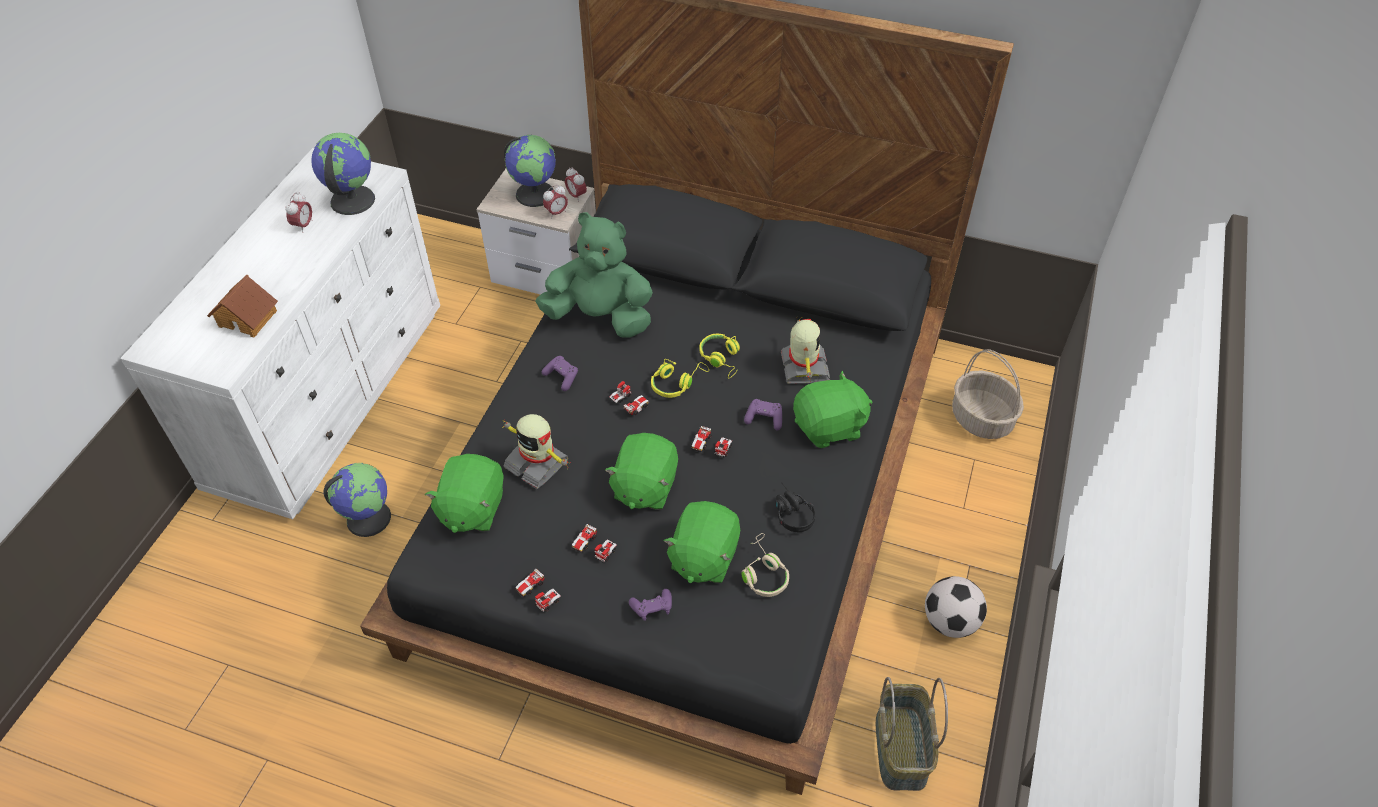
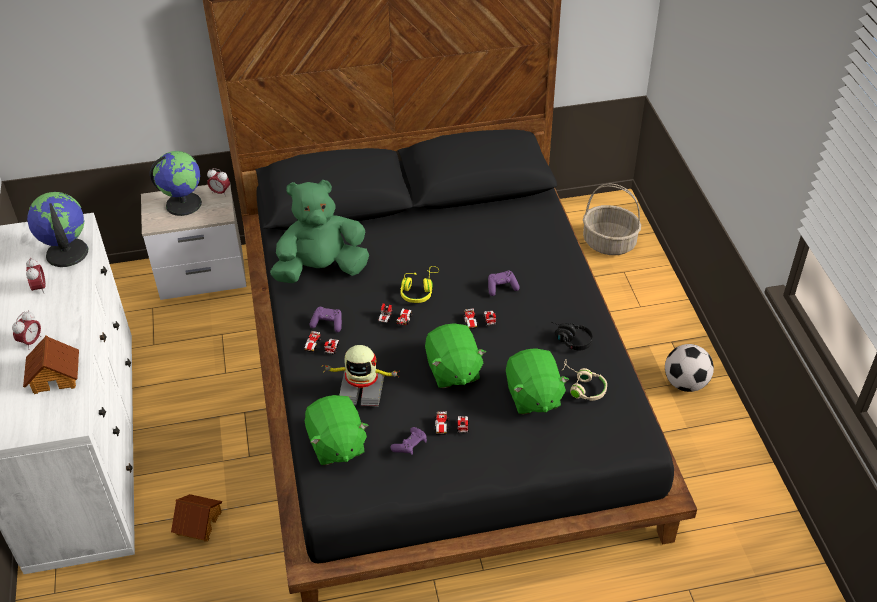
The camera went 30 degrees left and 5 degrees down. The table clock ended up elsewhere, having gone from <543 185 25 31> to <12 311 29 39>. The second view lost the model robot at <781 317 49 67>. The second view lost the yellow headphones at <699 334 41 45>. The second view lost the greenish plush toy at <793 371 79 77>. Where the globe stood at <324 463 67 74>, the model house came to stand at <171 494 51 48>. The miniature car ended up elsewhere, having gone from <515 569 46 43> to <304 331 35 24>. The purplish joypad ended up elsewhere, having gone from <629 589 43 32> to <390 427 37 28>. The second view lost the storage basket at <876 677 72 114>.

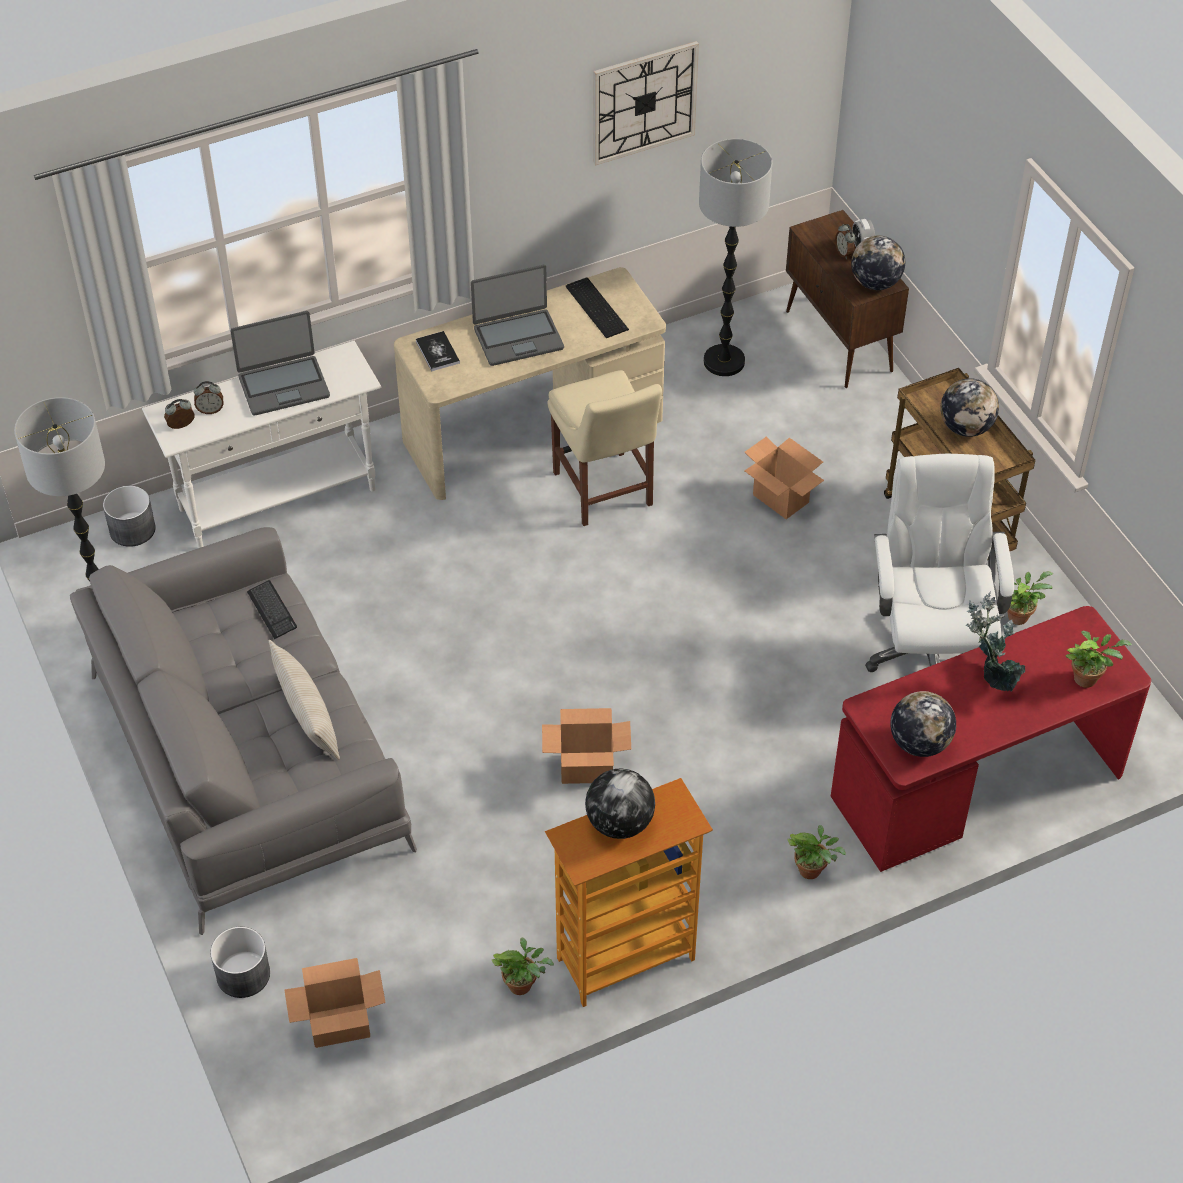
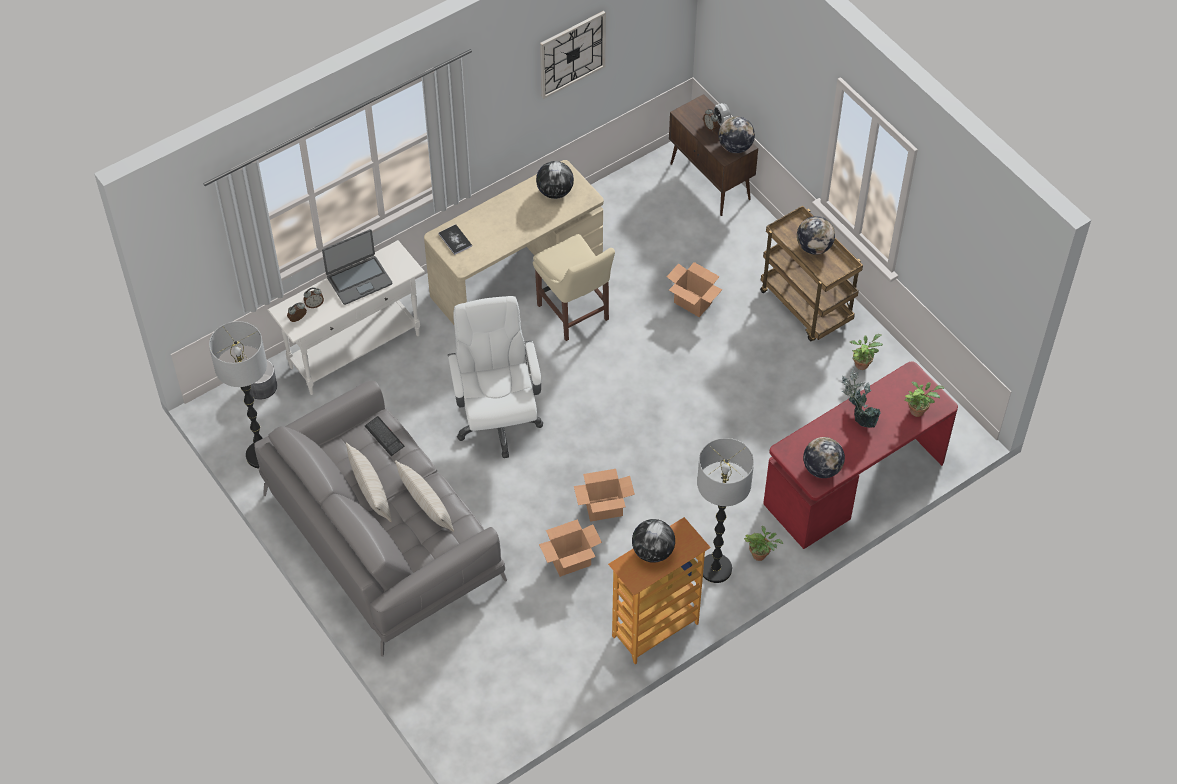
The camera went 10 degrees left and 5 degrees up. The standing lamp ended up elsewhere, having gone from <699 139 73 237> to <697 438 57 145>. The second view lost the portable computer at <471 265 93 101>. Where the keyboard stood at <565 278 64 60>, the globe came to stand at <536 161 38 38>. The white-coloured office chair ended up elsewhere, having gone from <865 454 149 218> to <448 296 95 162>. The second view lost the gray planter at <210 927 60 71>. The second view lost the houseplant at <492 937 62 58>. The carton ended up elsewhere, having gone from <284 958 102 90> to <539 519 63 58>. The second view gained the sand-coloured pillow at <346 443 46 79>.

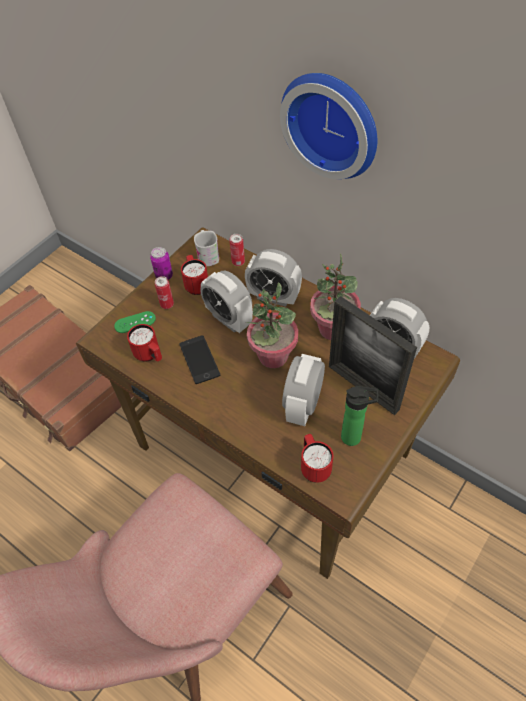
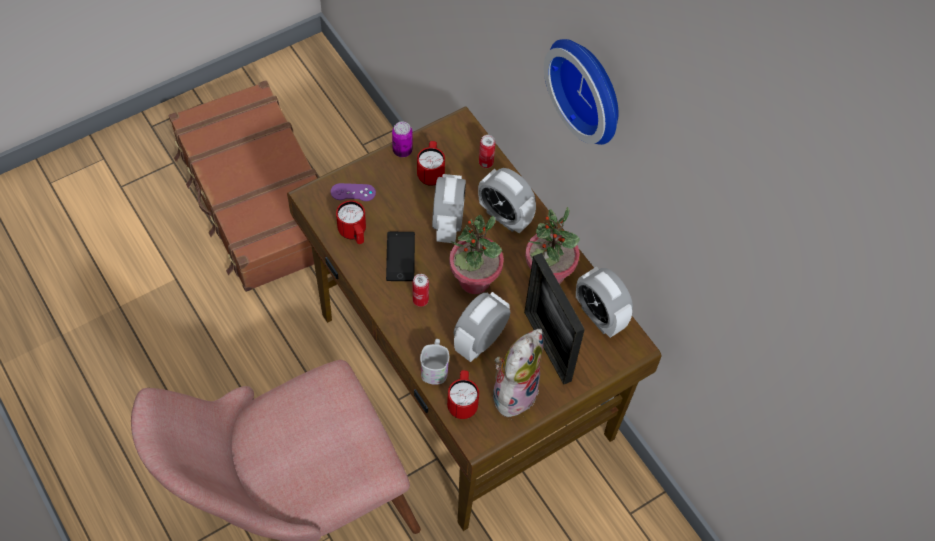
The camera went 15 degrees right and 5 degrees up. The white-coloured tea mug ended up elsewhere, having gone from <194 230 25 36> to <420 339 29 46>. The table clock at <200 271 53 62> ended up facing another way, 150 degrees counterclockwise from before. The can ended up elsewhere, having gone from <155 276 19 33> to <413 274 16 33>. What was the greenish joypad at <114 311 42 22> turned into the purplish joypad at <331 183 45 18>. Where the bottle stood at <341 386 37 60>, the plush toy came to stand at <493 329 50 88>.

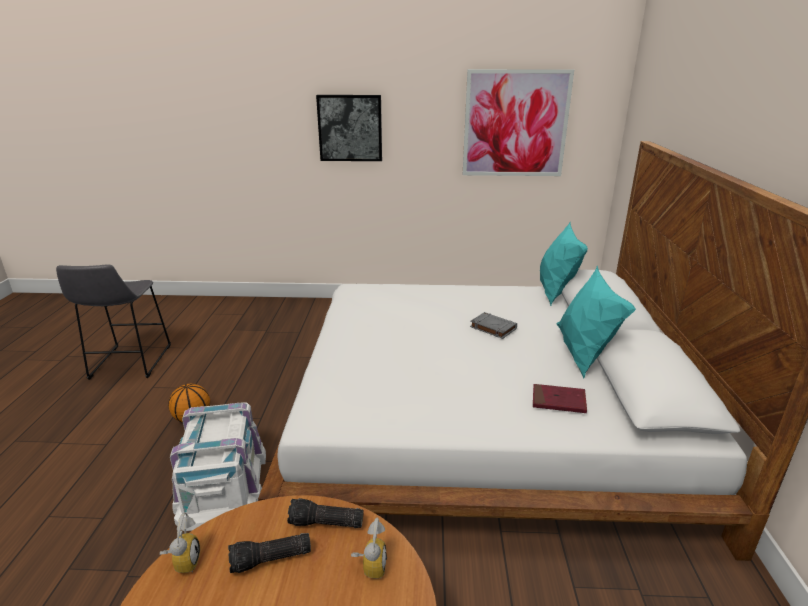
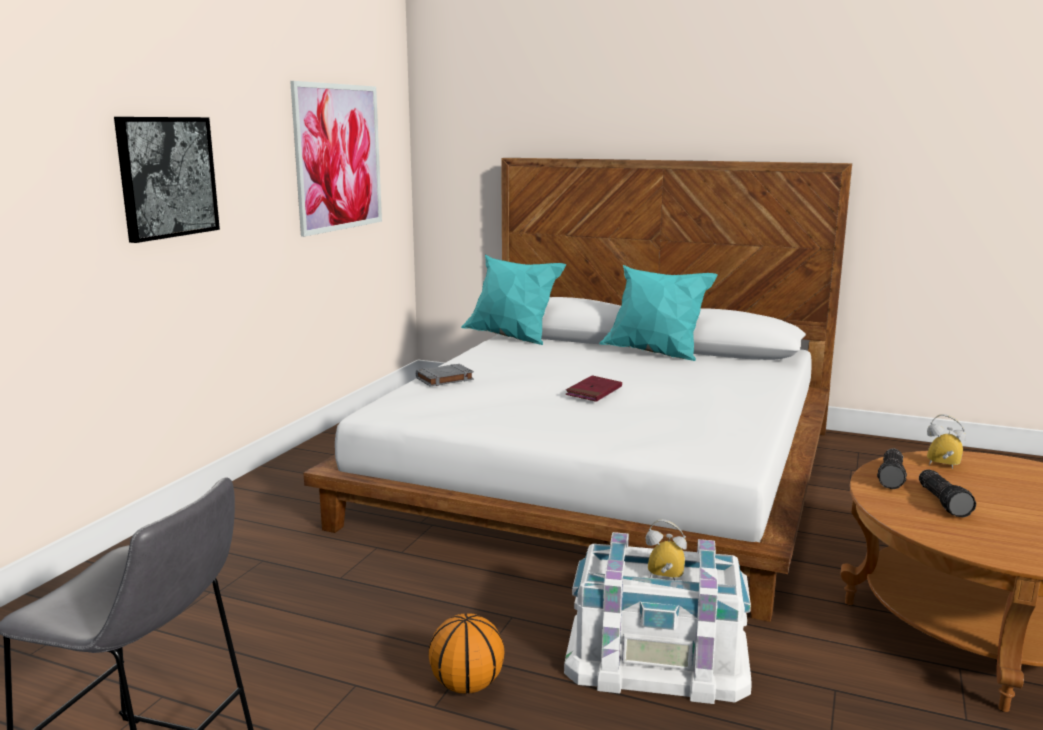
The camera went 70 degrees left and 10 degrees down. The gray volume ended up elsewhere, having gone from <470 312 47 27> to <416 364 58 23>. The red volume ended up elsewhere, having gone from <533 384 54 29> to <565 375 57 27>. The table clock ended up elsewhere, having gone from <160 513 40 60> to <646 519 41 61>.

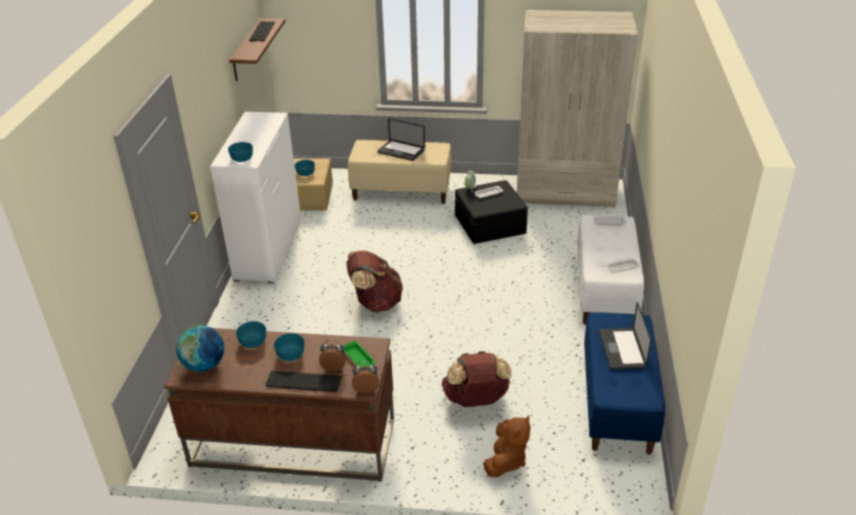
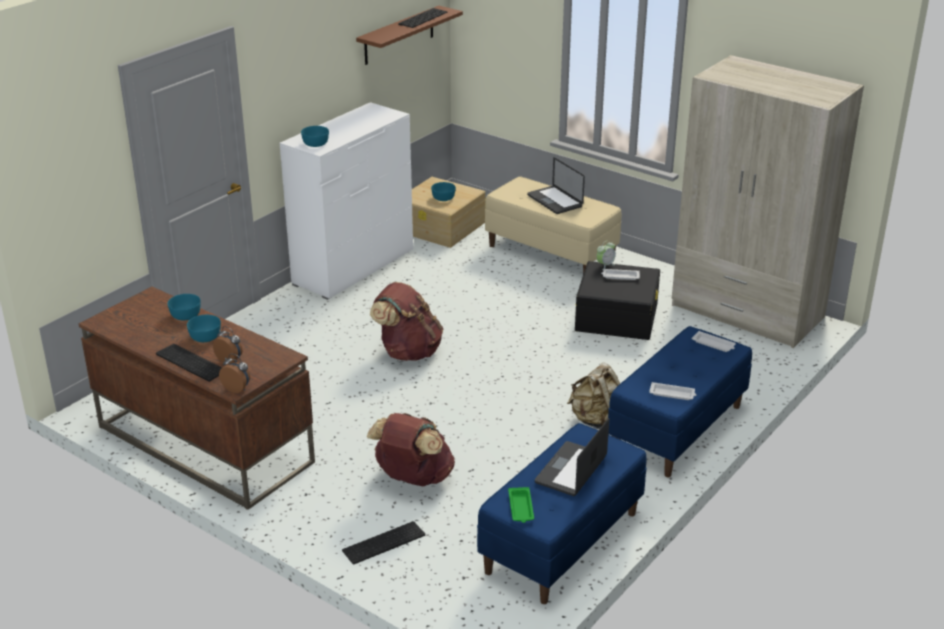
The camera went 30 degrees right and 5 degrees down. What was the white-coloured long seat at <577 215 67 110> turned into the bluish long seat at <608 326 144 151>. The second view lost the globe at <176 325 48 47>. The greenish tray ended up elsewhere, having gone from <344 340 32 27> to <508 487 26 36>. Where the brown-coloured plush toy stood at <483 415 48 62>, the keyboard came to stand at <342 521 83 44>. The second view gained the sand-coloured rucksack at <567 363 53 66>.

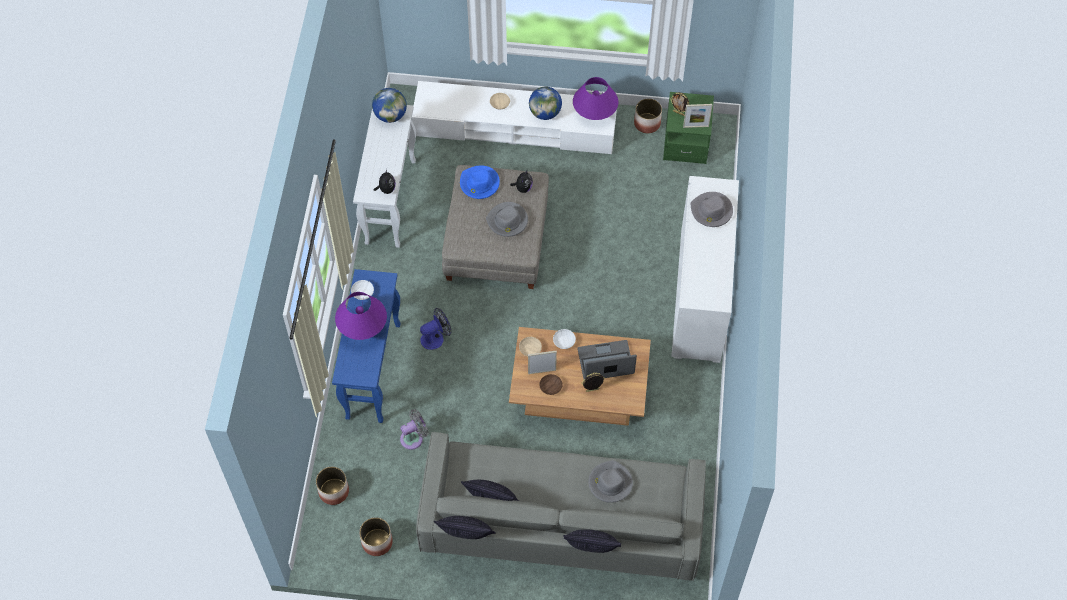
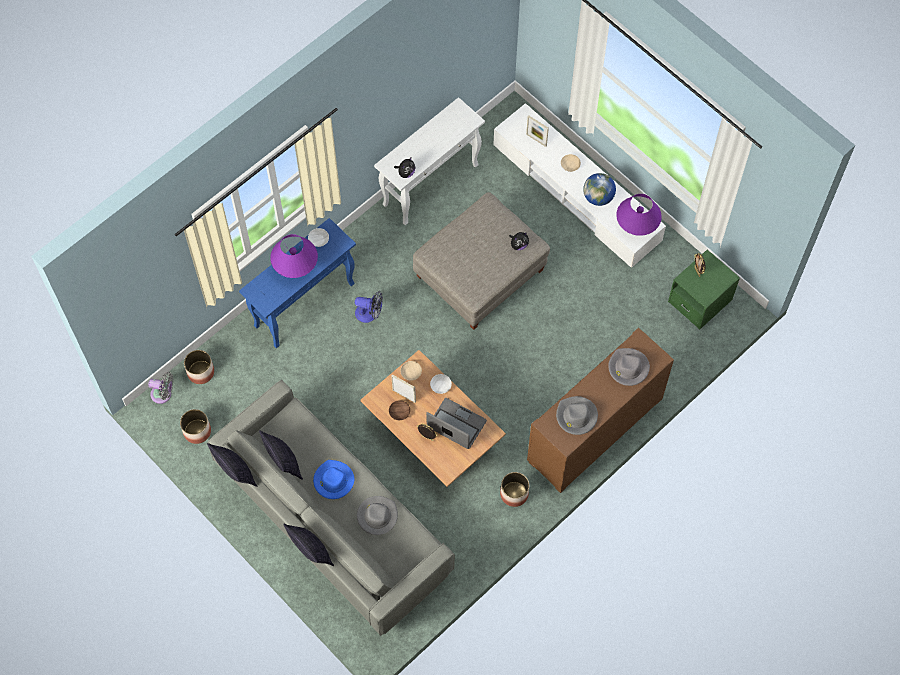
The camera went 40 degrees right and 5 degrees up. The second view lost the globe at <372 88 35 35>. The planter ended up elsewhere, having gone from <634 98 28 35> to <500 472 29 35>. The photo frame ended up elsewhere, having gone from <683 104 29 24> to <526 115 23 32>. The bluish hat ended up elsewhere, having gone from <460 166 40 33> to <313 460 41 39>. What was the white-coloured cabinet at <671 176 68 187> turned into the brown-coloured cabinet at <527 328 147 165>. The gray hat ended up elsewhere, having gone from <486 202 42 35> to <556 396 42 39>. The gray cooling fan ended up elsewhere, having gone from <400 409 28 41> to <148 372 25 32>.

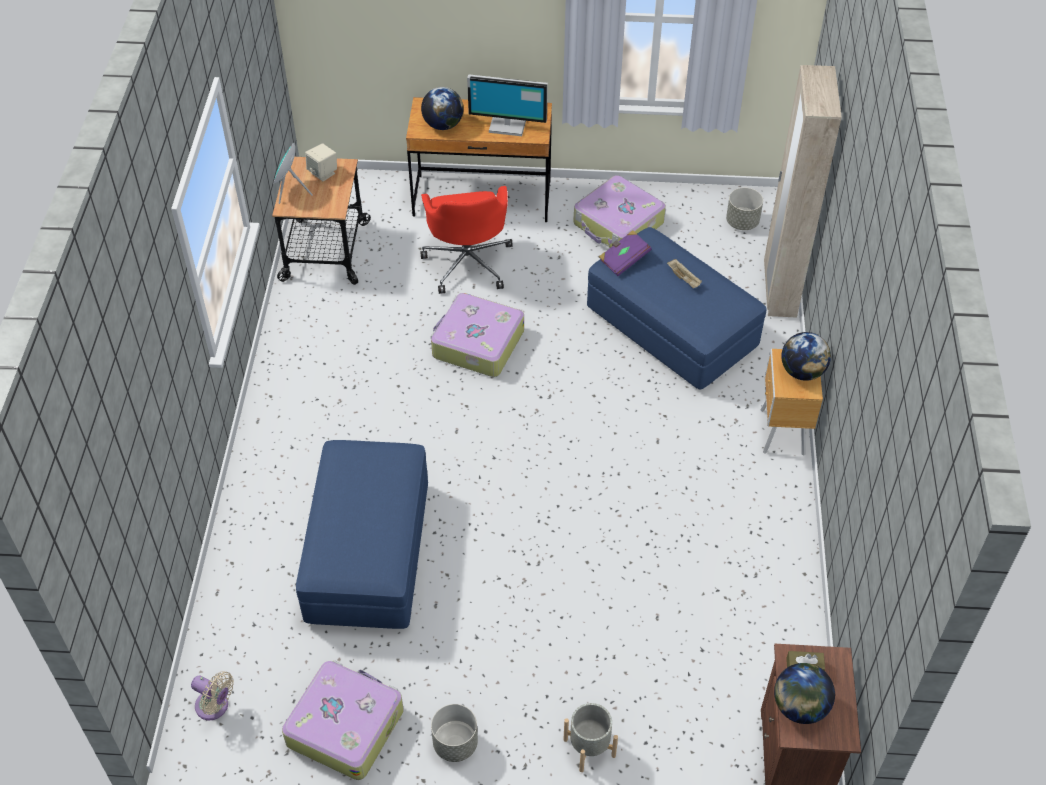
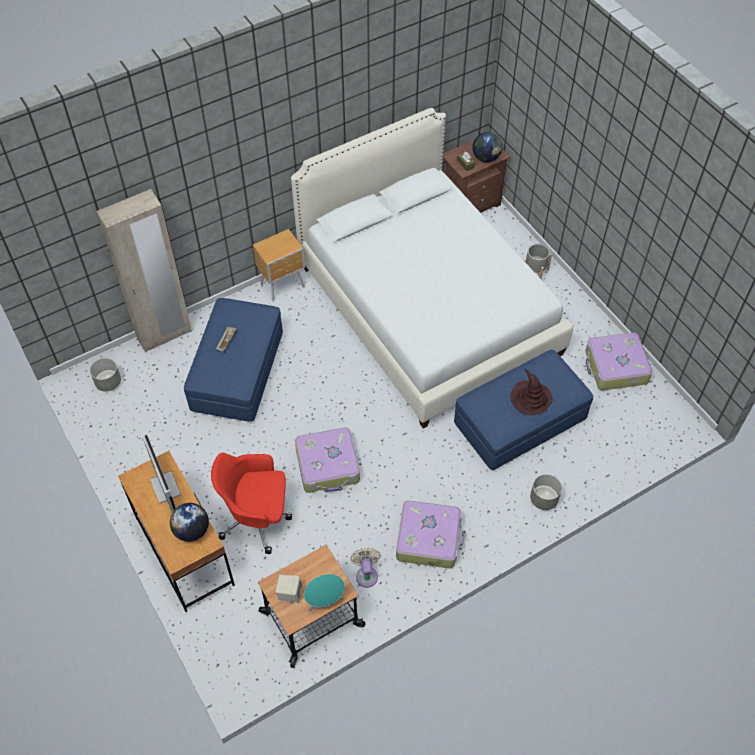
The camera went 125 degrees left and 5 degrees up. The suitcase ended up elsewhere, having gone from <574 175 92 73> to <396 500 70 68>. The red office chair at <420 186 93 108> ended up facing another way, 135 degrees counterclockwise from before. The second view lost the purplish volume at <599 230 53 46>. The second view lost the globe at <781 332 50 49>. The sand-coloured cooling fan ended up elsewhere, having gone from <191 671 43 49> to <350 548 31 40>. The gray planter ended up elsewhere, having gone from <431 704 47 58> to <530 474 32 36>. The second view gained the white-coloured sleeping bed at <291 108 282 321>. The second view gained the brown-coloured hat at <510 369 42 46>.

